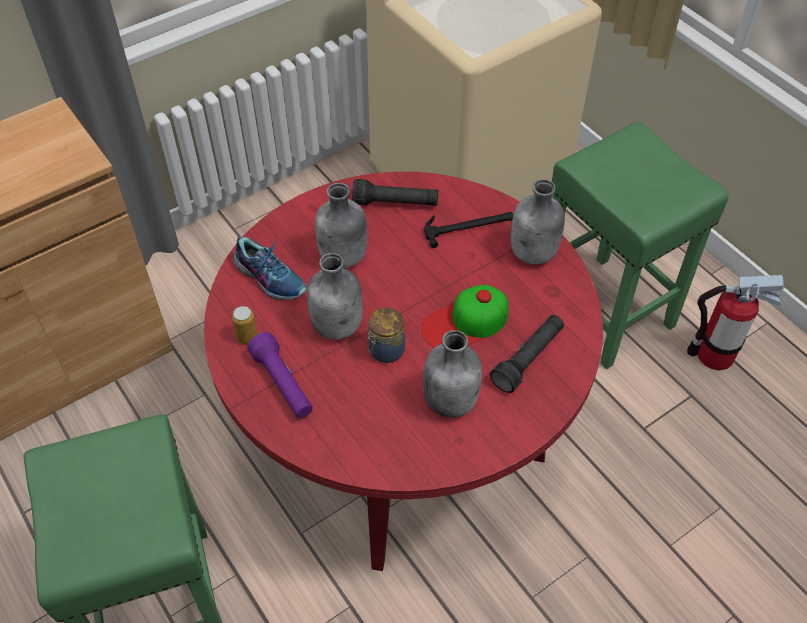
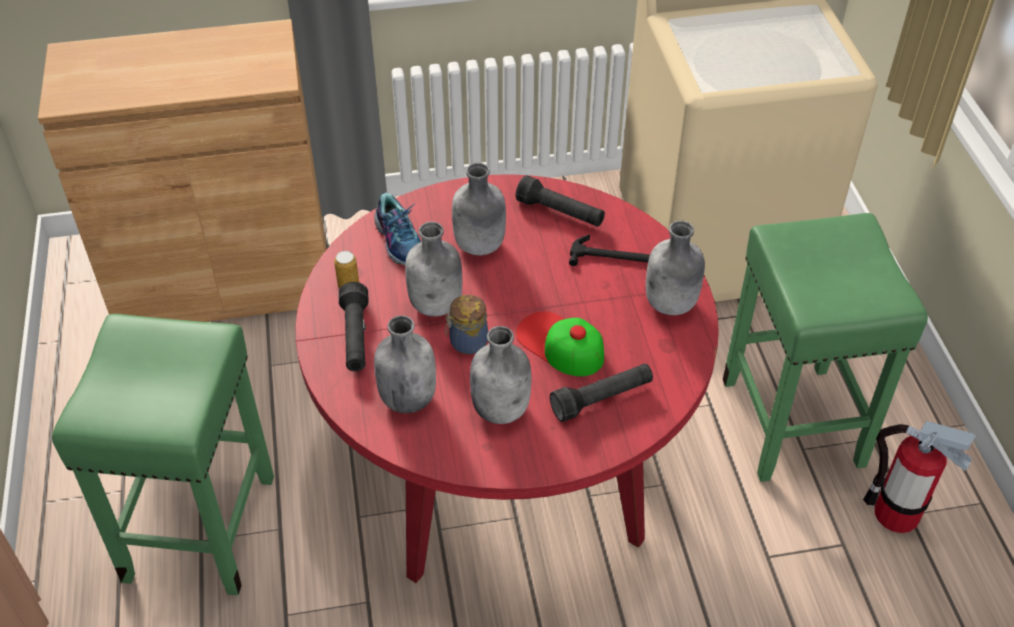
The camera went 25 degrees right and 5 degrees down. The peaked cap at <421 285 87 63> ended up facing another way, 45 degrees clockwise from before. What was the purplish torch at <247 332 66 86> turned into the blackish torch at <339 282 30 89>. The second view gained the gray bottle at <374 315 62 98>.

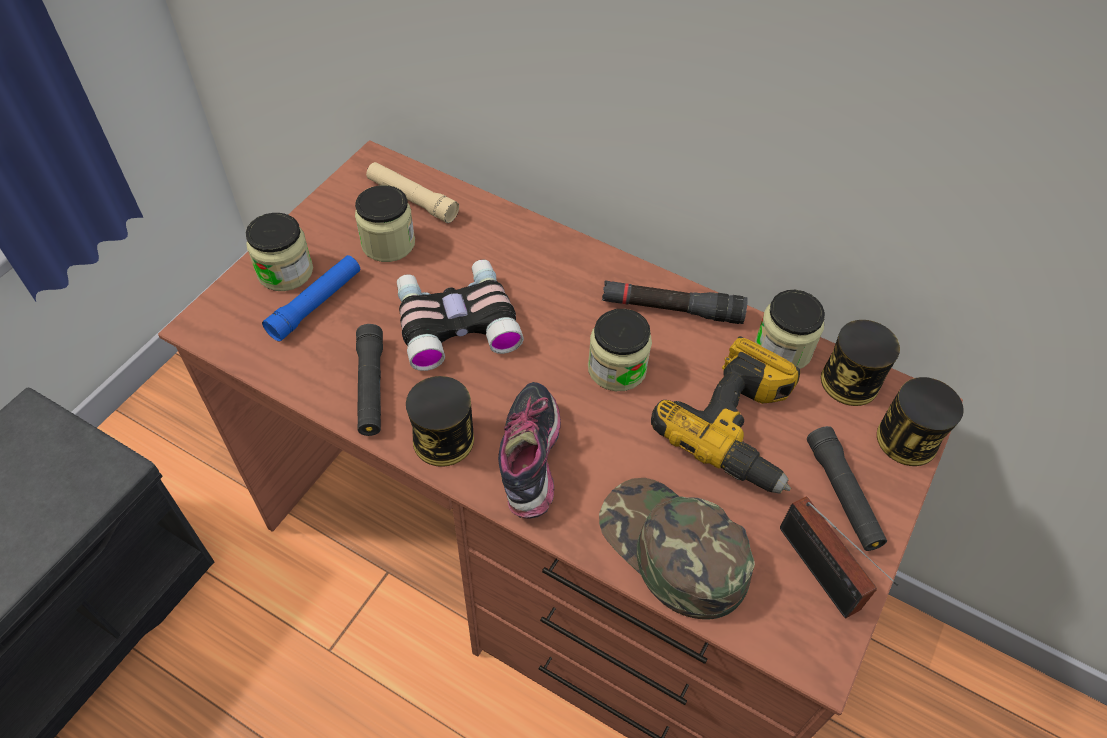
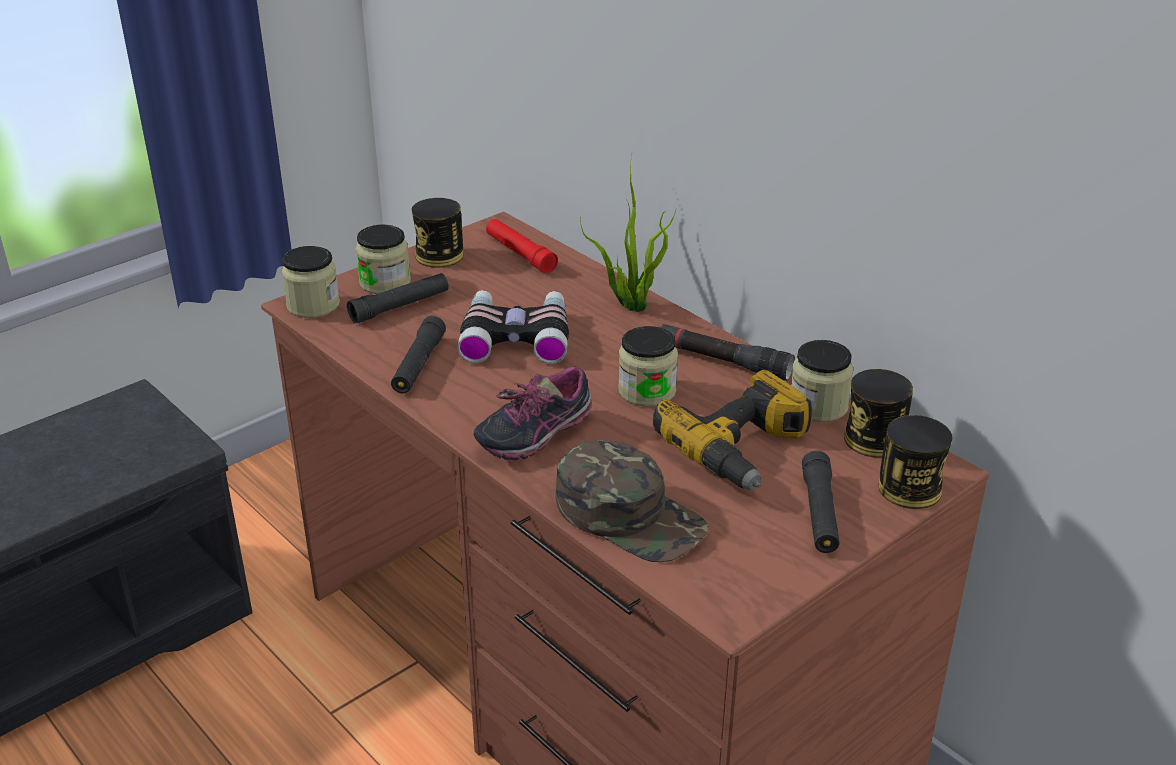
The camera went 20 degrees right and 20 degrees down. What was the sand-coloured torch at <366 162 93 61> turned into the red torch at <486 219 72 54>. The preserve jar ended up elsewhere, having gone from <355 185 60 77> to <281 246 59 72>. What was the bluish torch at <262 255 98 87> turned into the blackish torch at <347 273 102 51>. The can ended up elsewhere, having gone from <406 376 68 91> to <412 198 51 70>. The shoe at <498 382 63 136> ended up facing another way, 150 degrees counterclockwise from before. The greenish peaked cap at <599 478 156 141> ended up facing another way, 150 degrees clockwise from before. The second view lost the radio at <780 497 118 121>. The second view gained the houseplant at <580 154 96 158>.

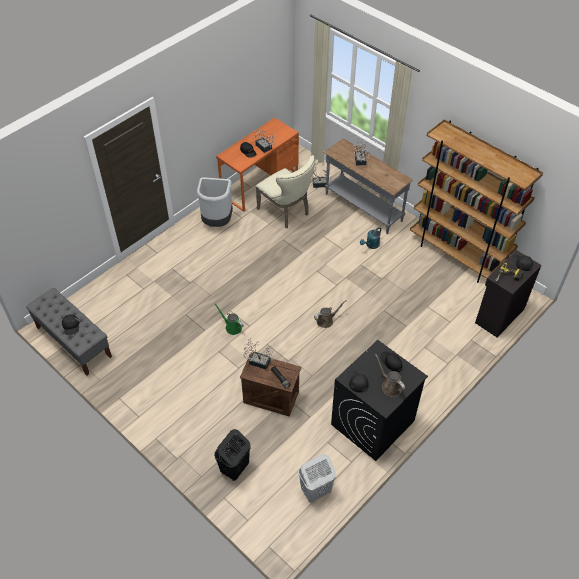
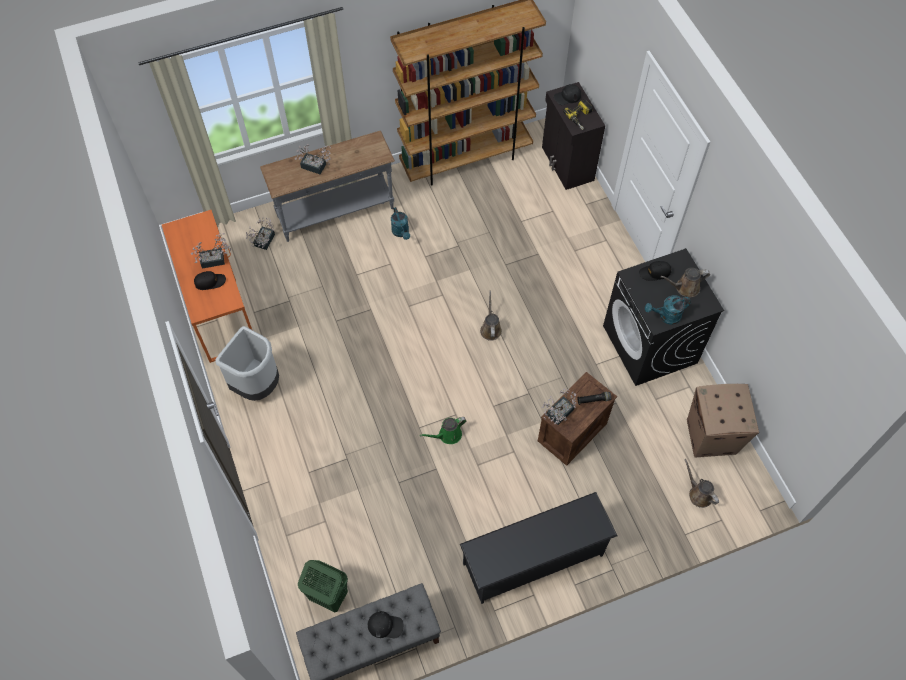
The camera went 65 degrees left and 10 degrees up. The second view lost the sand-coloured upright chair at <256 155 59 73>. Where the blackish peaked cap stood at <344 370 25 23>, the blue-green watering pot came to stand at <645 295 46 30>. The second view lost the blackish hamper at <214 429 36 52>. Where the white-coloured hamper stood at <298 454 38 49>, the carton came to stand at <687 384 72 74>. The second view gained the brown-coloured watering pot at <684 459 35 49>. The second view gained the blackish shoe shelf at <460 492 157 112>. The second view gained the greenish hamper at <298 560 50 53>.

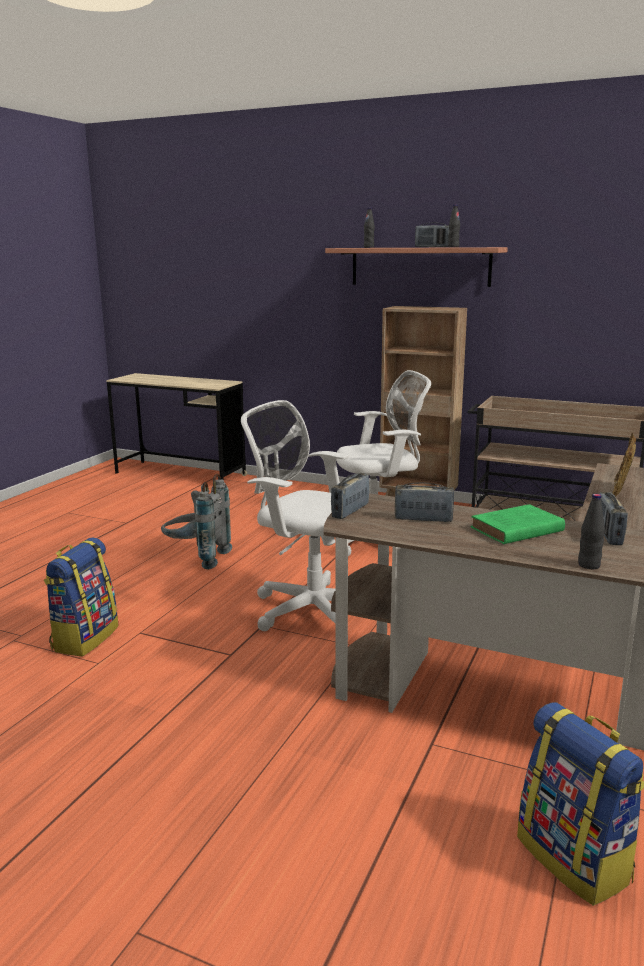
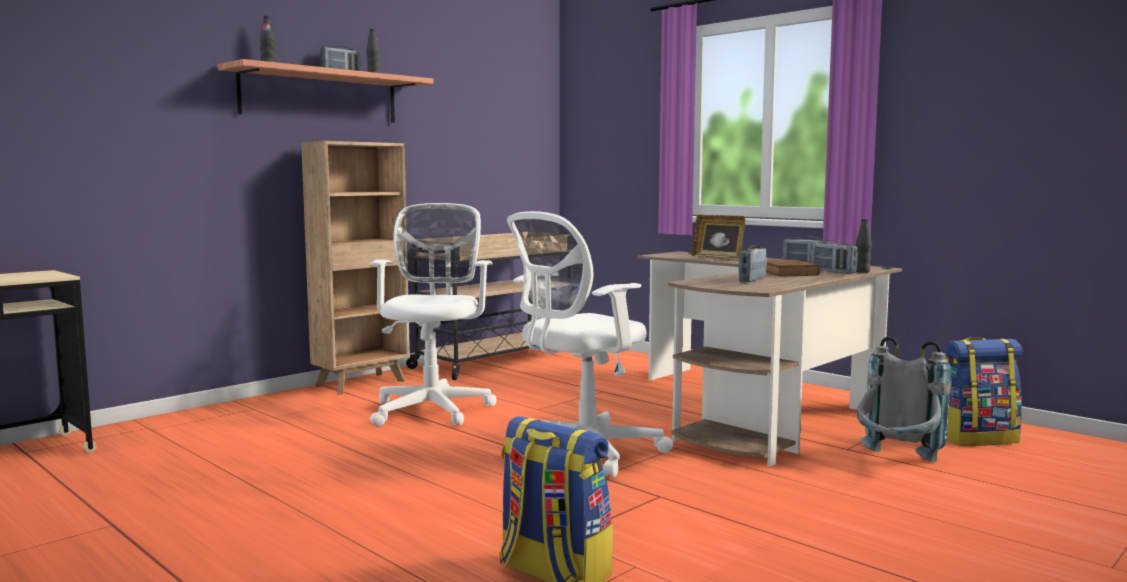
The camera went 70 degrees left and 10 degrees down. The radio ended up elsewhere, having gone from <331 473 38 46> to <811 240 47 34>. The gray rucksack ended up elsewhere, having gone from <161 474 71 96> to <857 336 94 126>. What was the greenish volume at <471 504 94 40> turned into the brown-coloured volume at <766 259 54 17>.

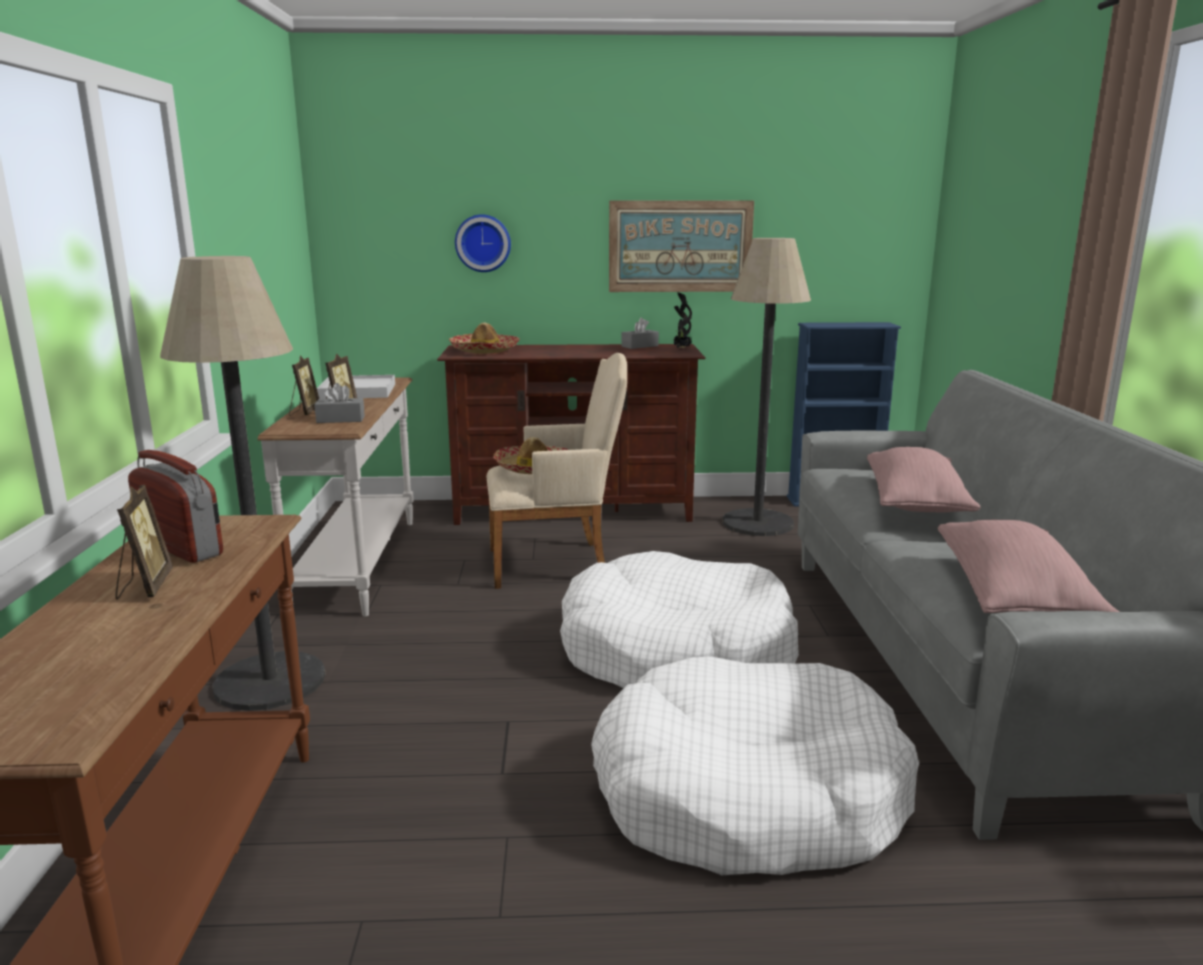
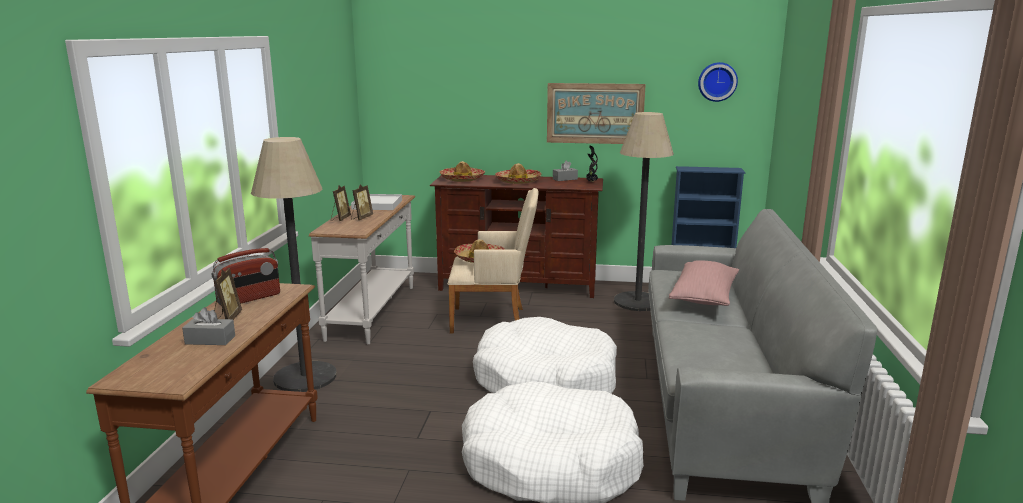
The camera went 10 degrees right and 0 degrees up. The clock on the wall ended up elsewhere, having gone from <455 214 56 58> to <698 62 40 40>. The gray tissue box ended up elsewhere, having gone from <314 383 51 40> to <182 307 53 38>. The radio at <128 450 95 113> ended up facing another way, 90 degrees clockwise from before. The second view lost the pink-coloured pillow at <938 520 181 93>. The second view gained the hat at <495 163 47 21>.

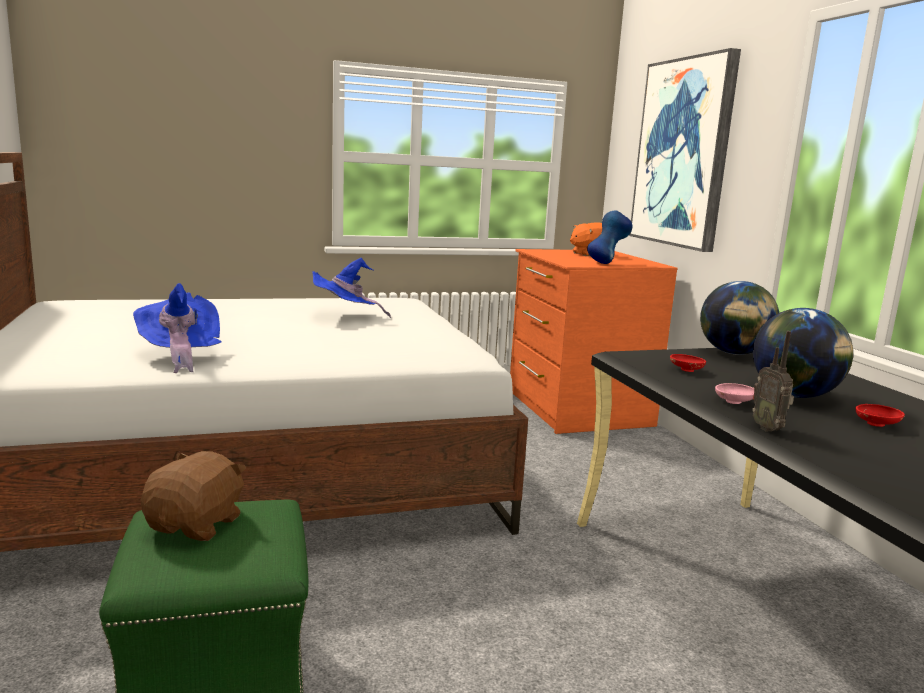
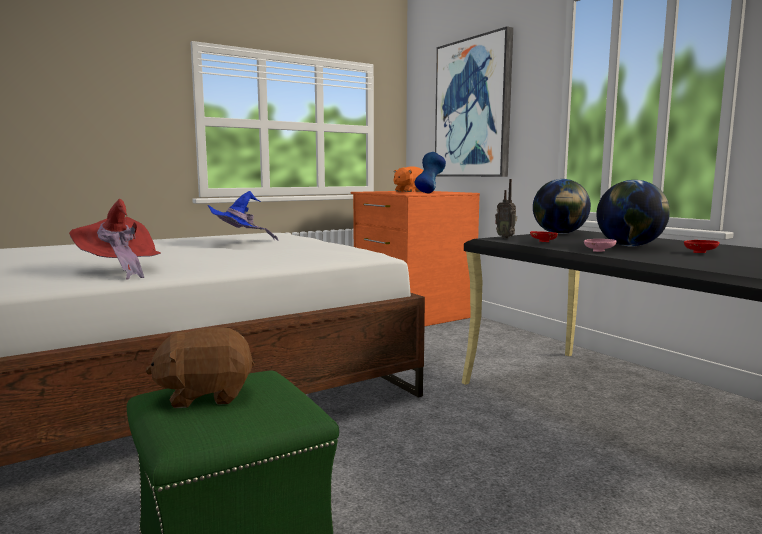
The camera went 15 degrees left and 5 degrees down. What was the bluish hat at <133 283 88 90> turned into the red hat at <69 199 92 81>. The radio ended up elsewhere, having gone from <752 331 42 101> to <495 179 22 59>. The brown-coloured plush toy at <141 451 105 90> ended up facing another way, 105 degrees counterclockwise from before.

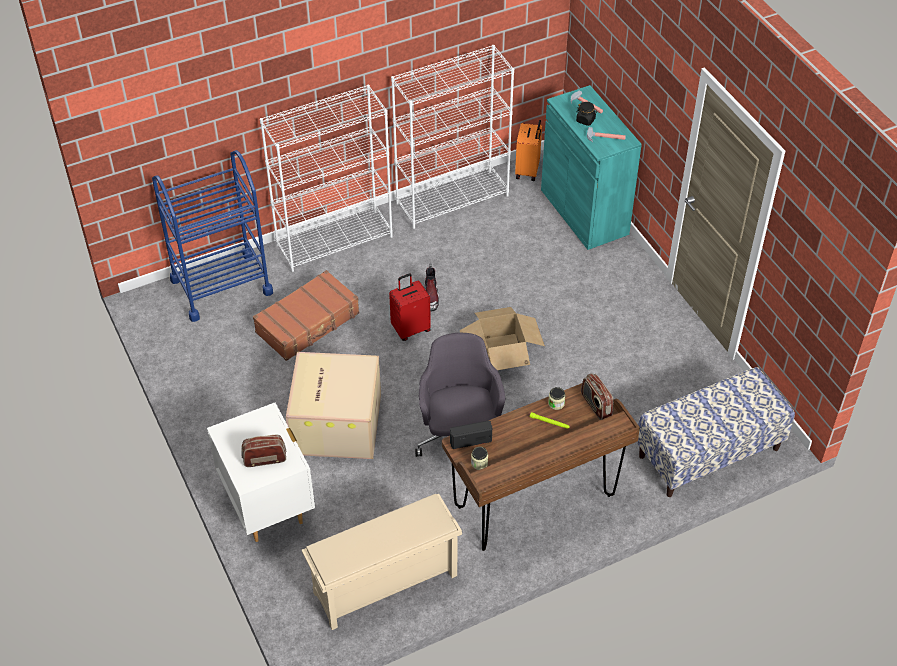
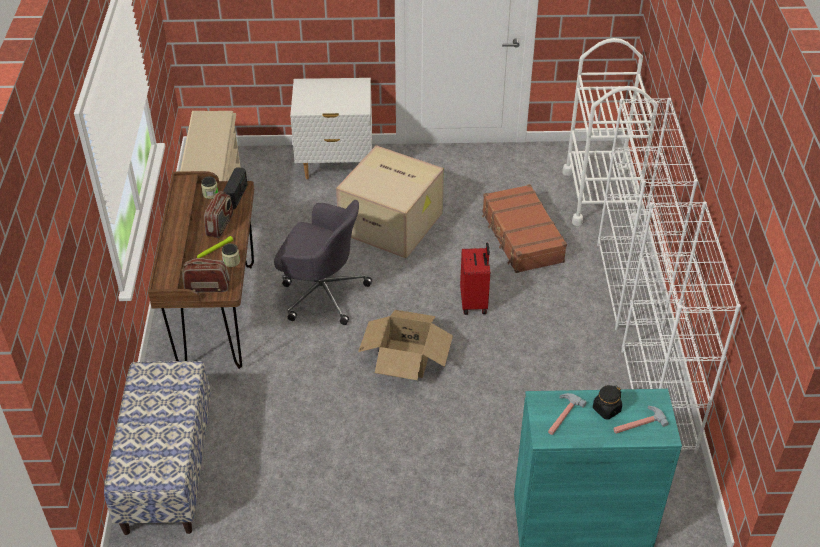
The camera went 115 degrees right and 5 degrees down. The second view lost the orange-coloured suitcase at <515 120 27 61>. What was the bluish wheeled cart at <152 150 121 172> turned into the white-coloured wheeled cart at <562 38 96 188>. The second view lost the tall boot at <424 263 15 49>. The radio ended up elsewhere, having gone from <241 435 45 32> to <204 191 29 47>.

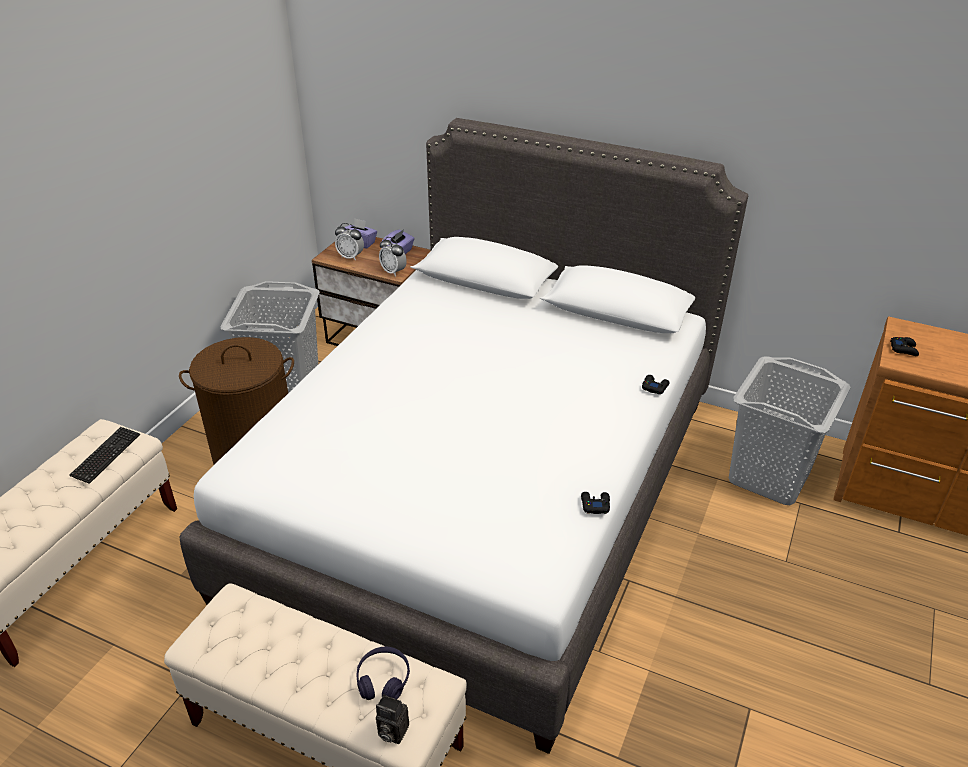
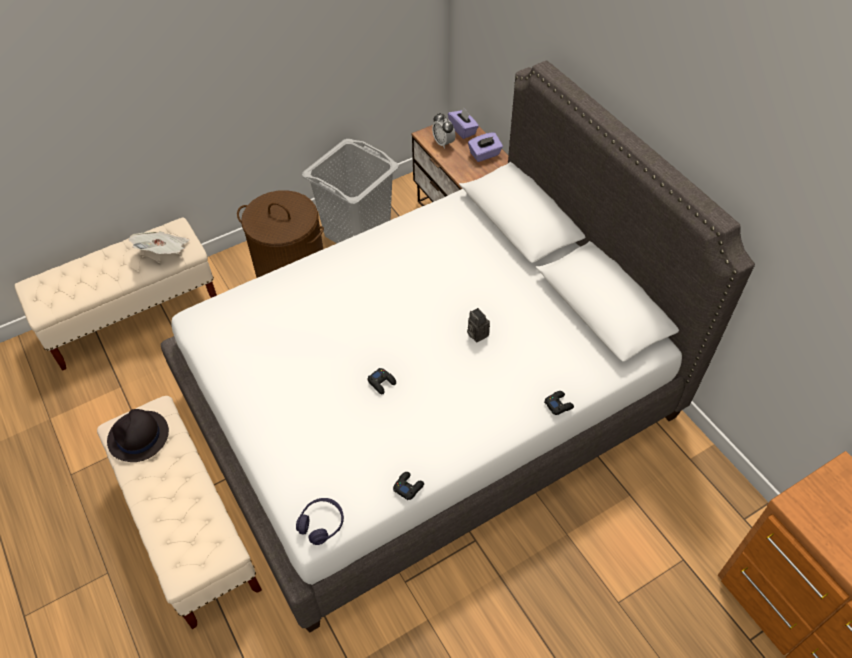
The camera went 35 degrees right and 15 degrees up. The second view lost the table clock at <379 237 28 40>. The blackish joypad ended up elsewhere, having gone from <890 337 29 19> to <367 368 29 26>. The second view lost the gray hamper at <729 357 122 148>. Where the keyboard stood at <69 427 71 57>, the printed paper came to stand at <129 231 60 23>. The purplish headphones ended up elsewhere, having gone from <357 647 53 53> to <296 498 48 47>. The still camera ended up elsewhere, having gone from <376 695 33 49> to <467 308 23 34>. The second view gained the blackish hat at <107 409 62 53>.

